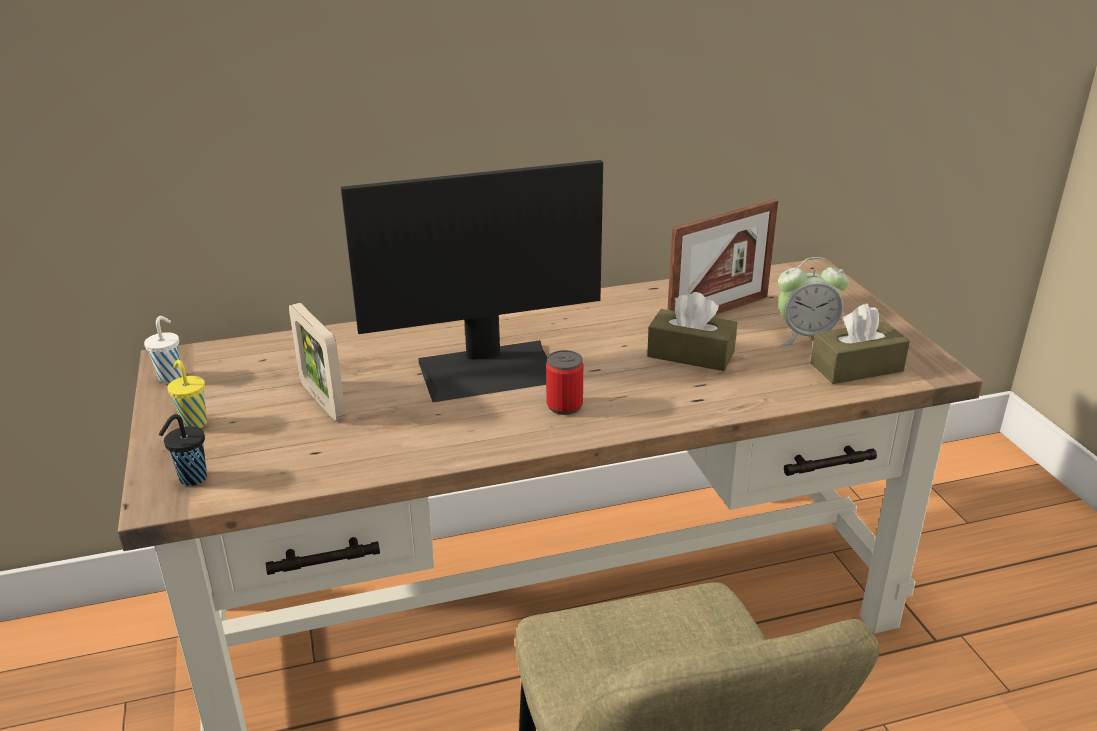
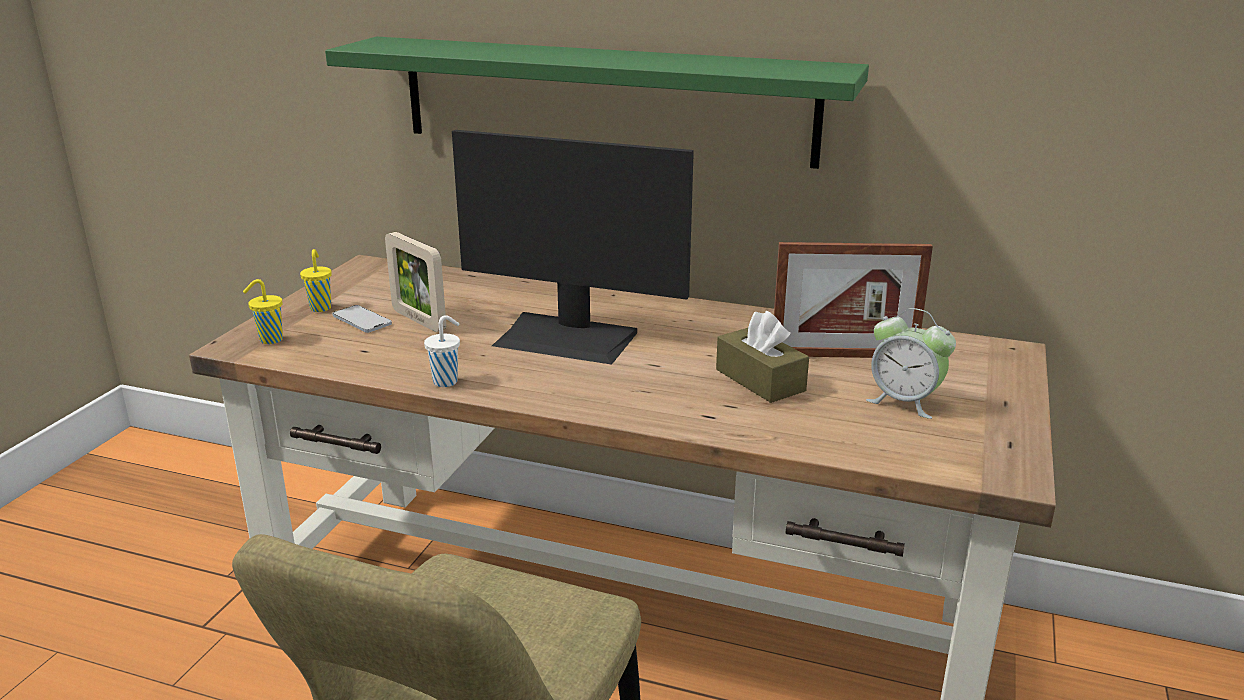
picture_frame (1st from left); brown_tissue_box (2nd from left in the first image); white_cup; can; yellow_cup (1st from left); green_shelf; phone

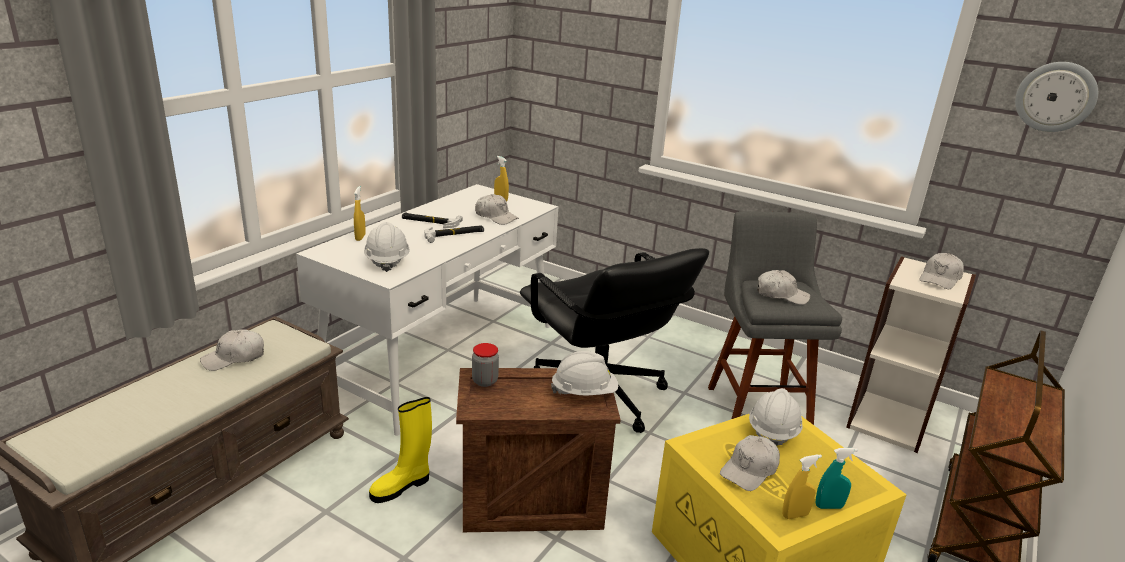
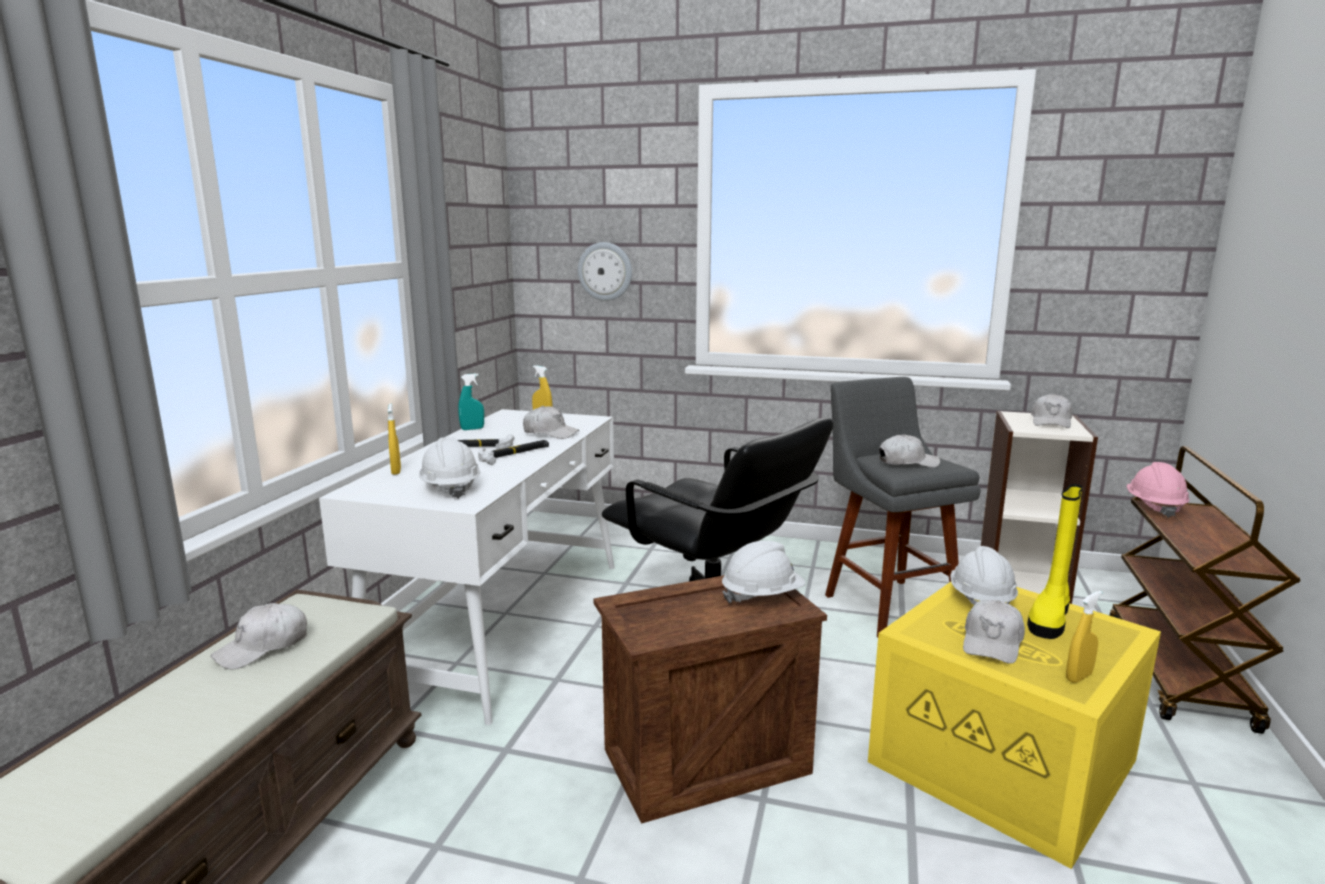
wall_clock; jar; yellow_boot; turquoise_spray_bottle; pink_hard_hat

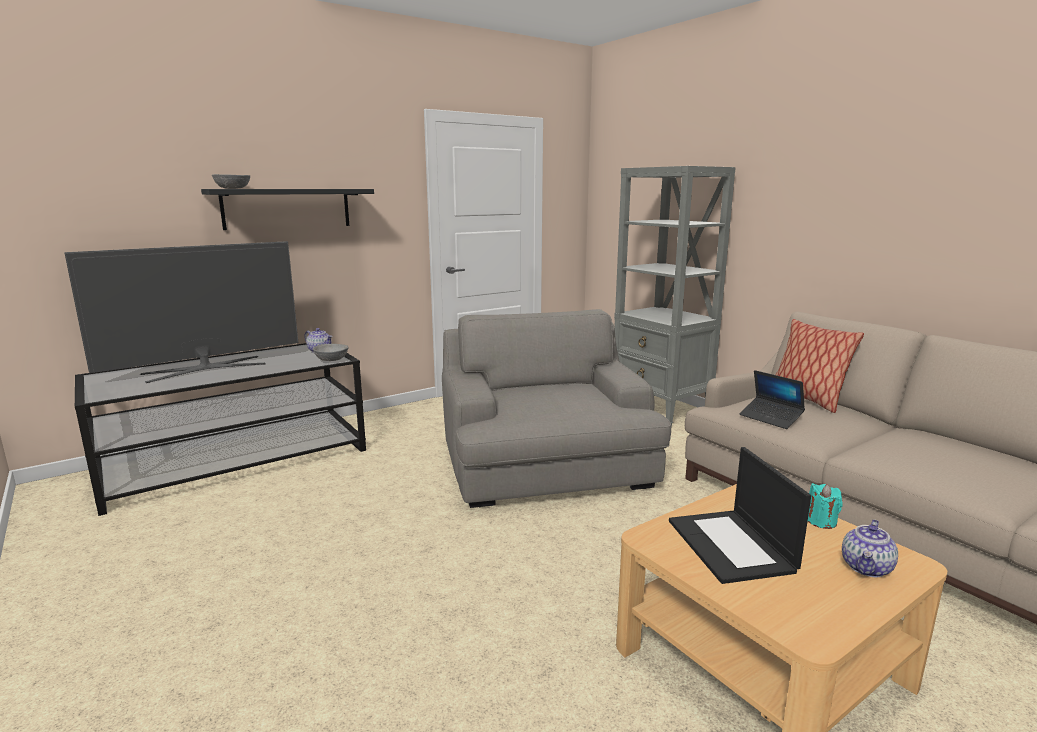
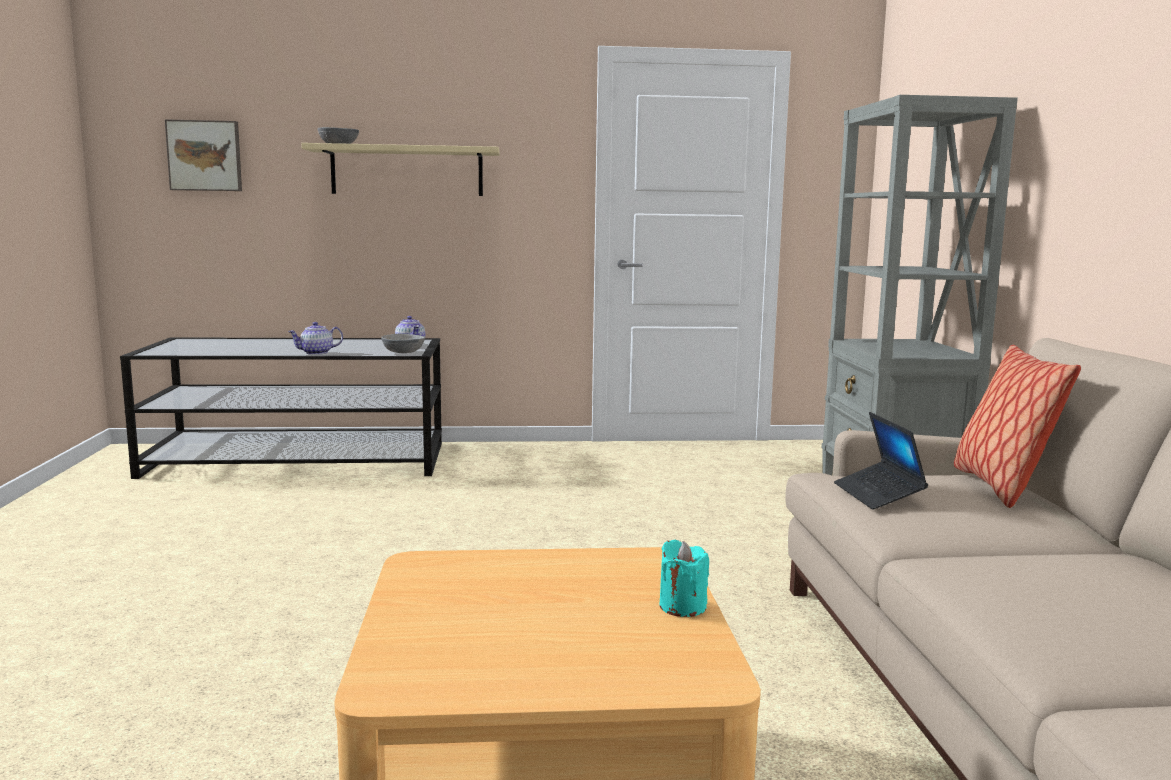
beige_shelf; television; grey_armchair; laptop (1st from left in the first image); teapot (1st from left); picture

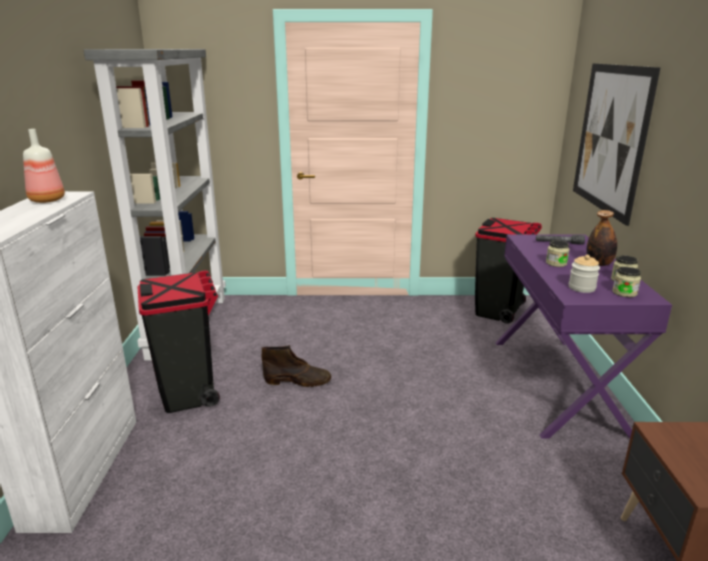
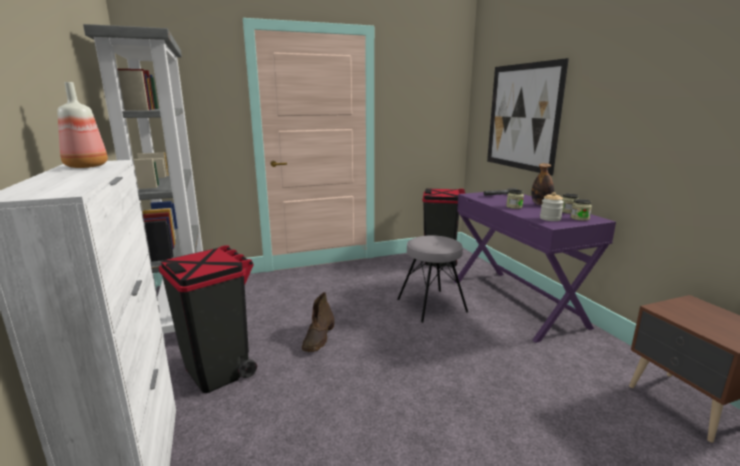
brown_boot; grey_stool

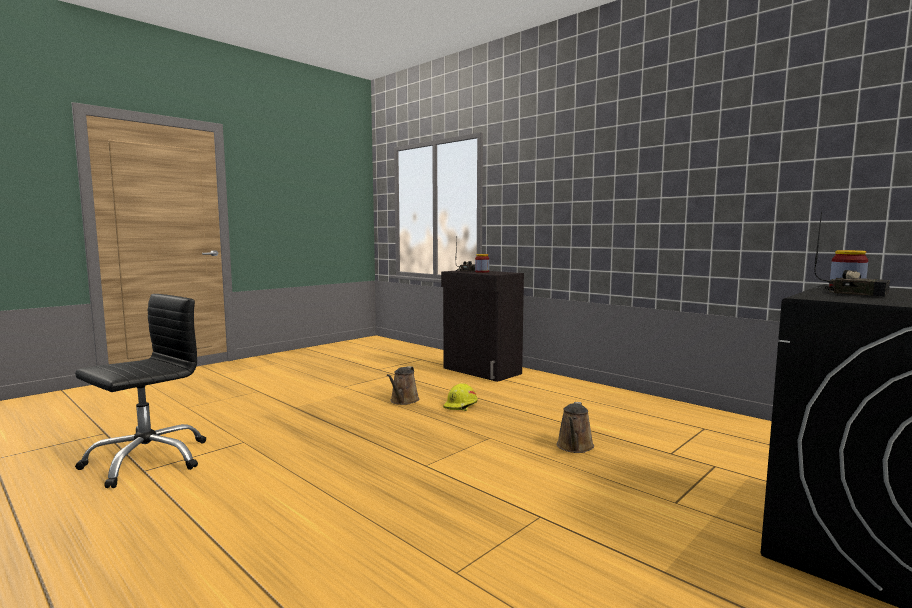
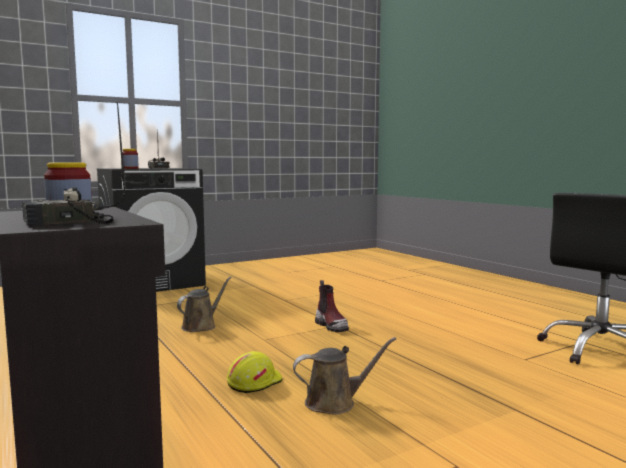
brown_watering_can (2nd from left); boot

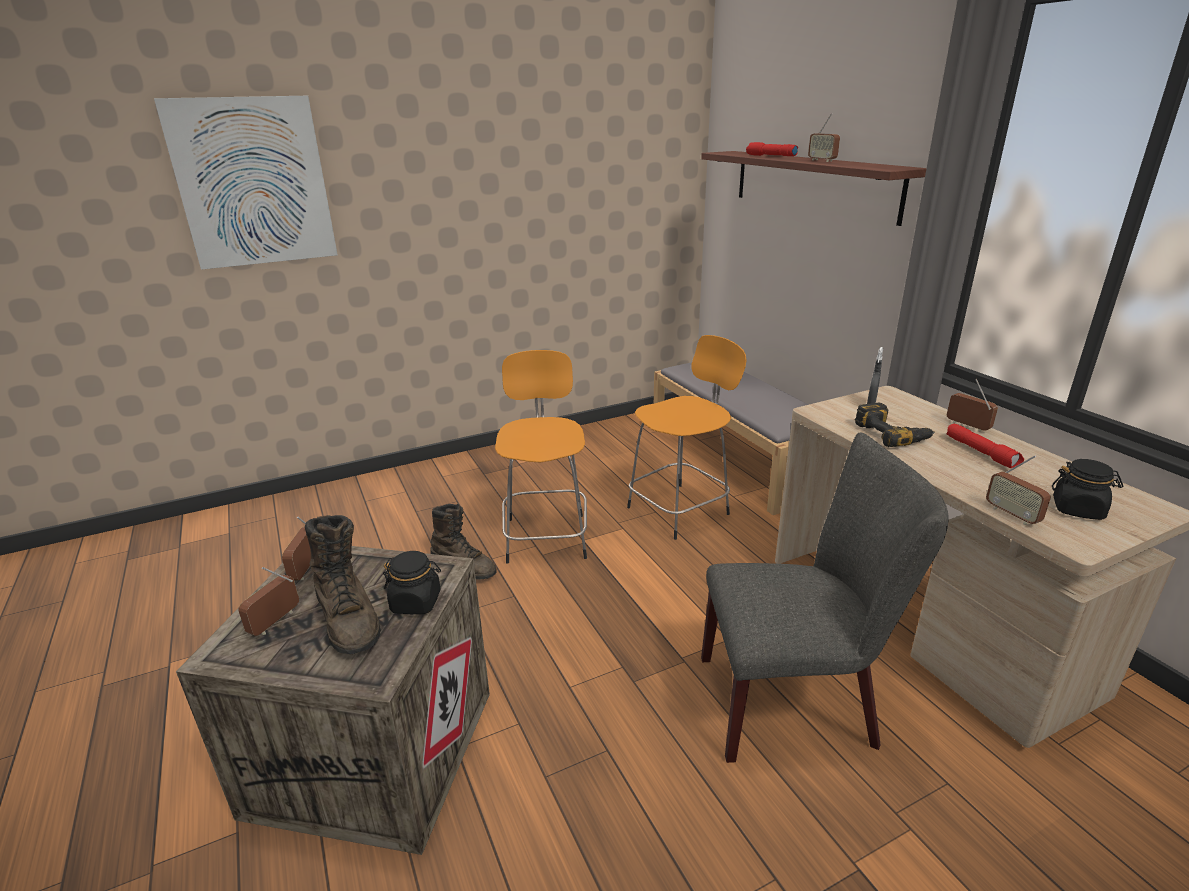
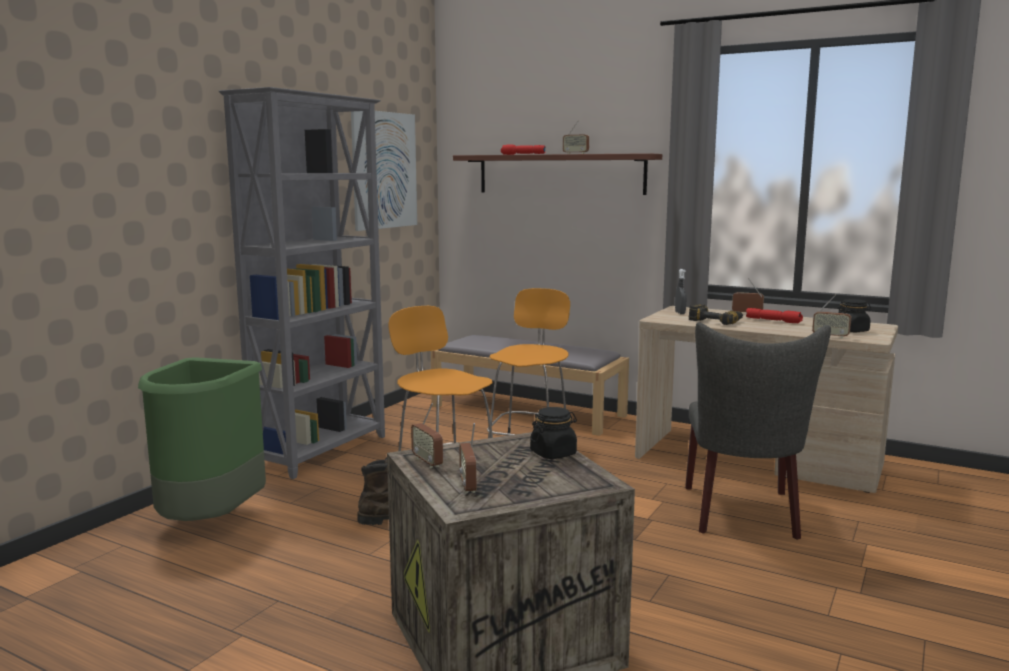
picture; grey_chair; brown_boot (1st from left in the first image); grey_bookcase; green_trash_can

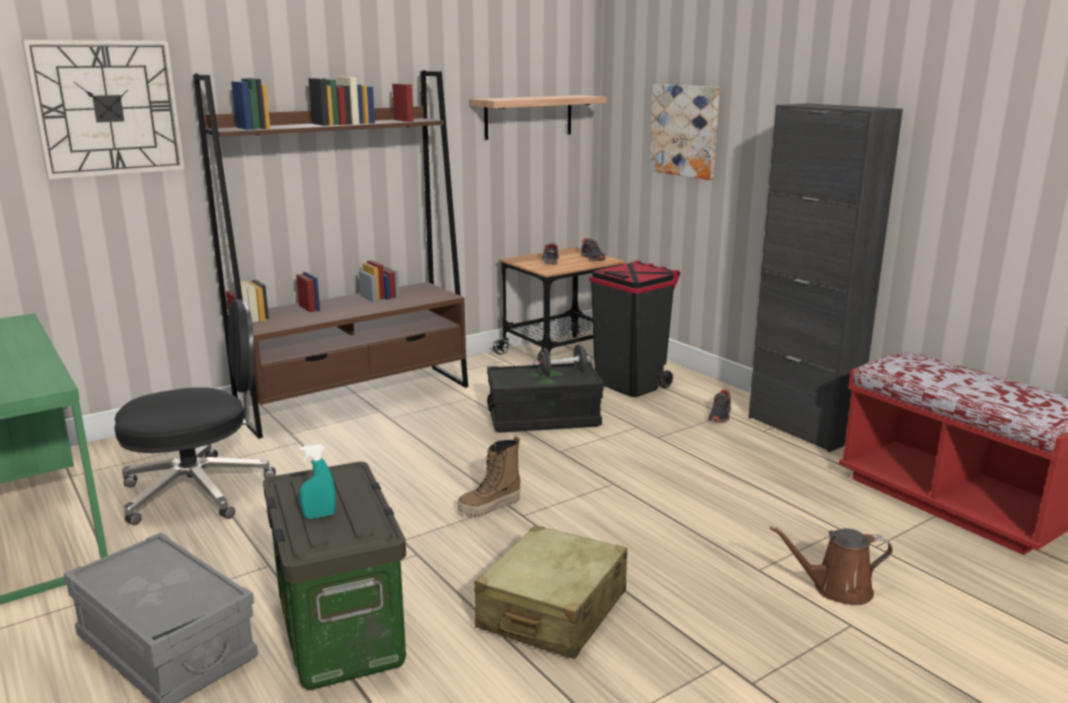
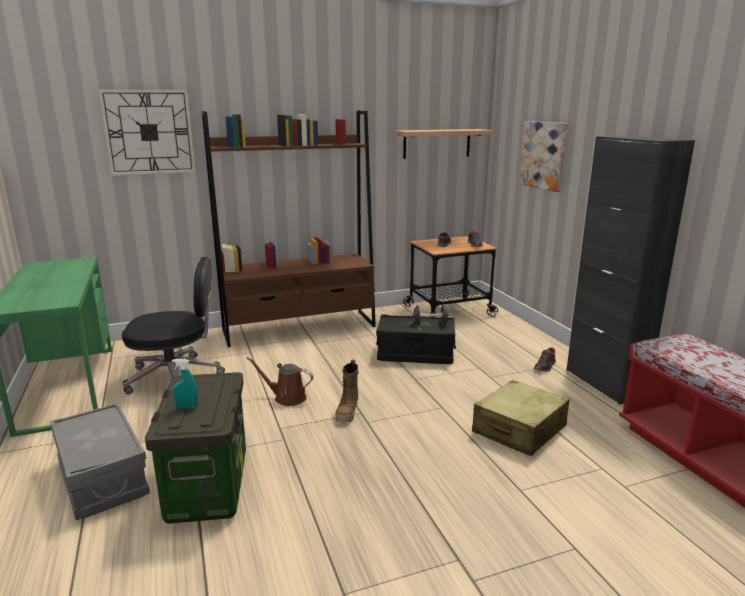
black_trash_can; boot; beige_suitcase; brown_watering_can

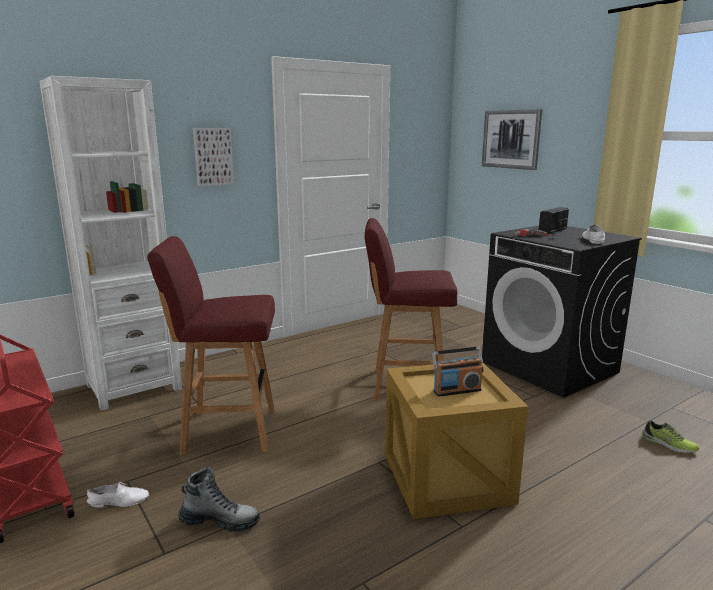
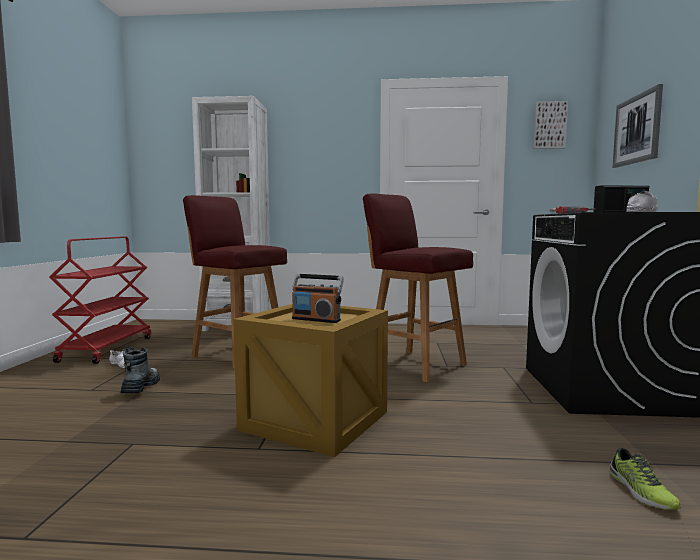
picture (1st from left); boot

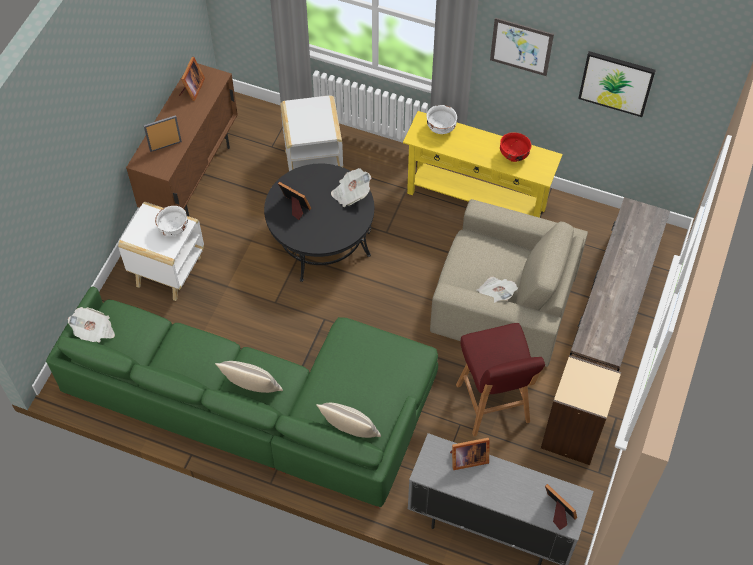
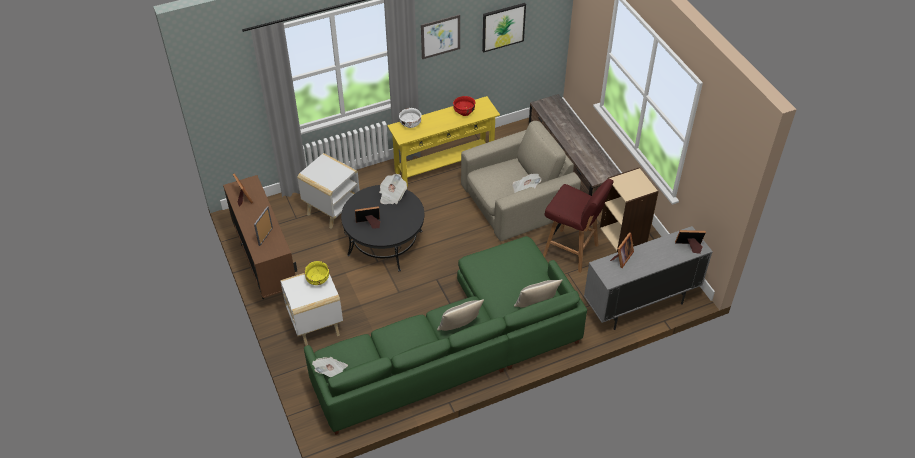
yellow_bowl

